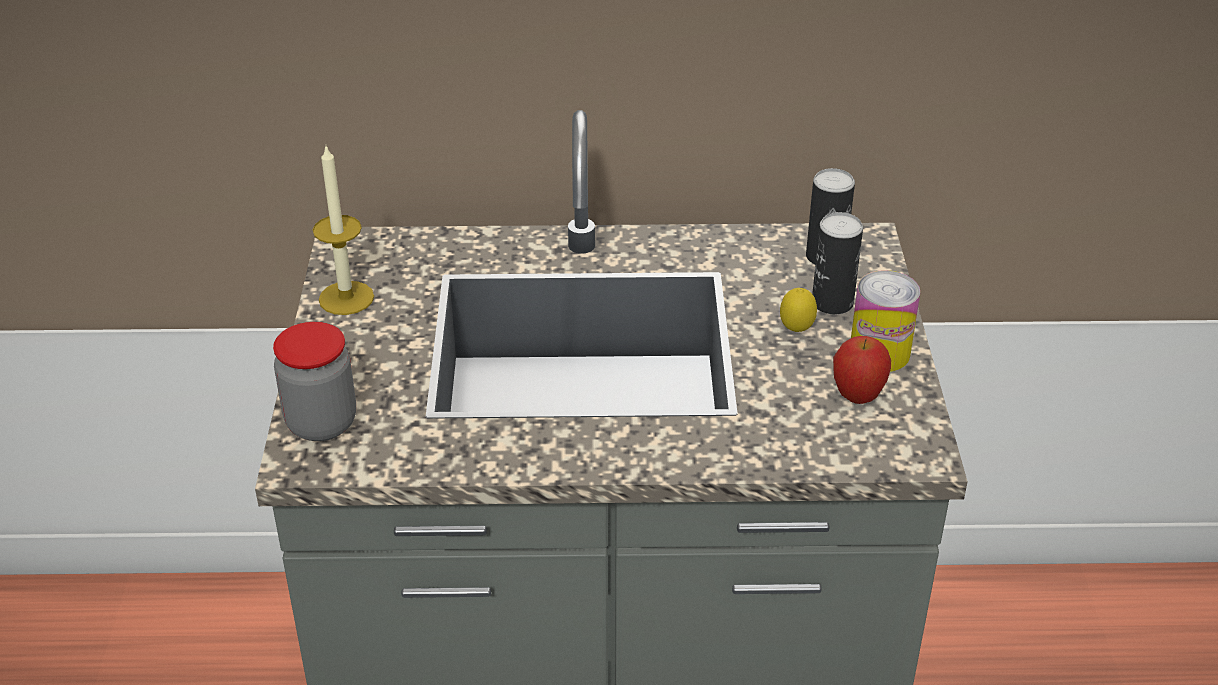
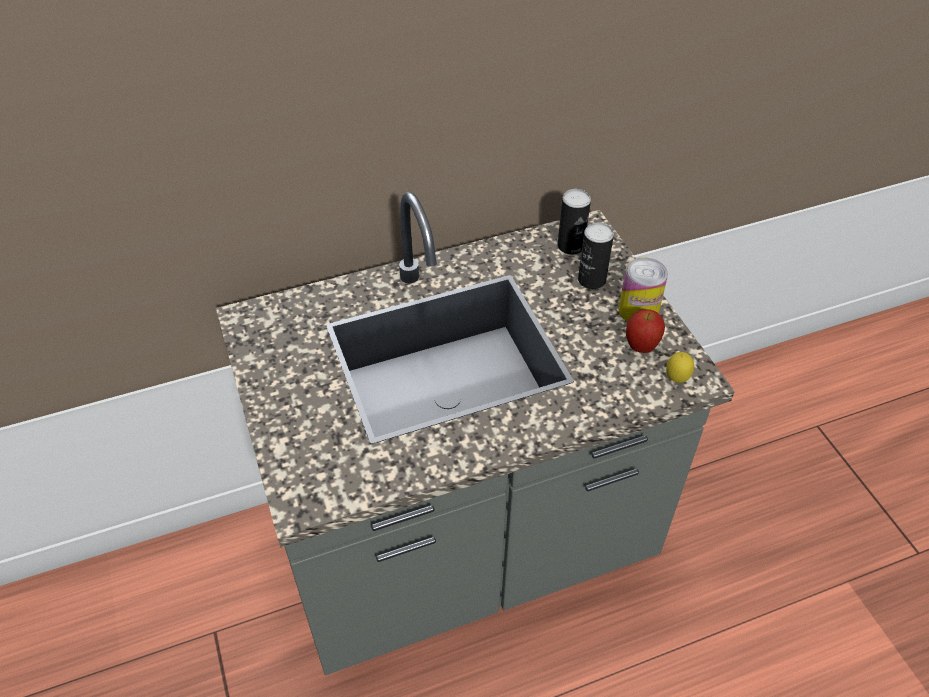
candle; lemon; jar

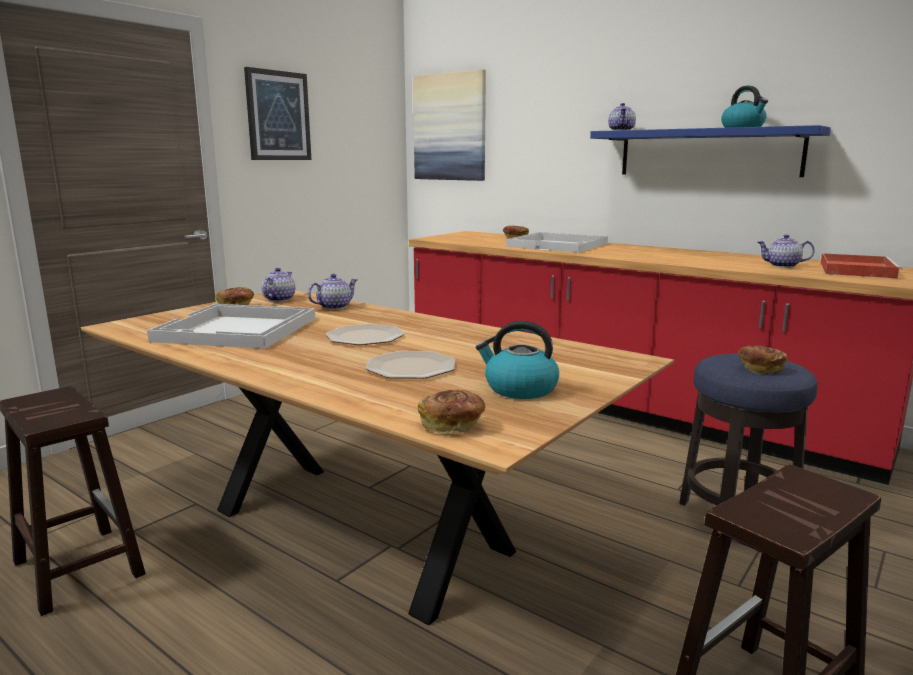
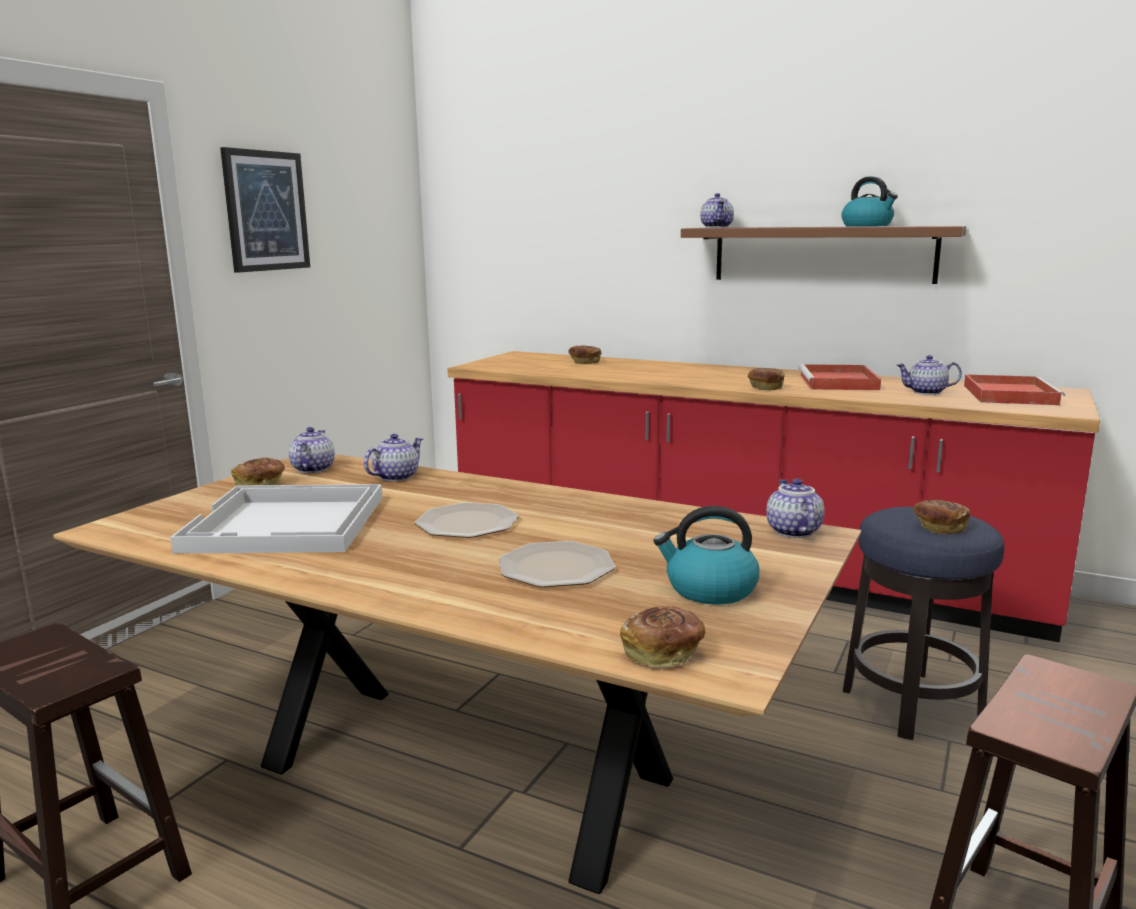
picture (2nd from left in the first image); brown_shelf; white_tray (2nd from left in the first image); red_tray (1st from left); bread (4th from left); teapot (4th from left)

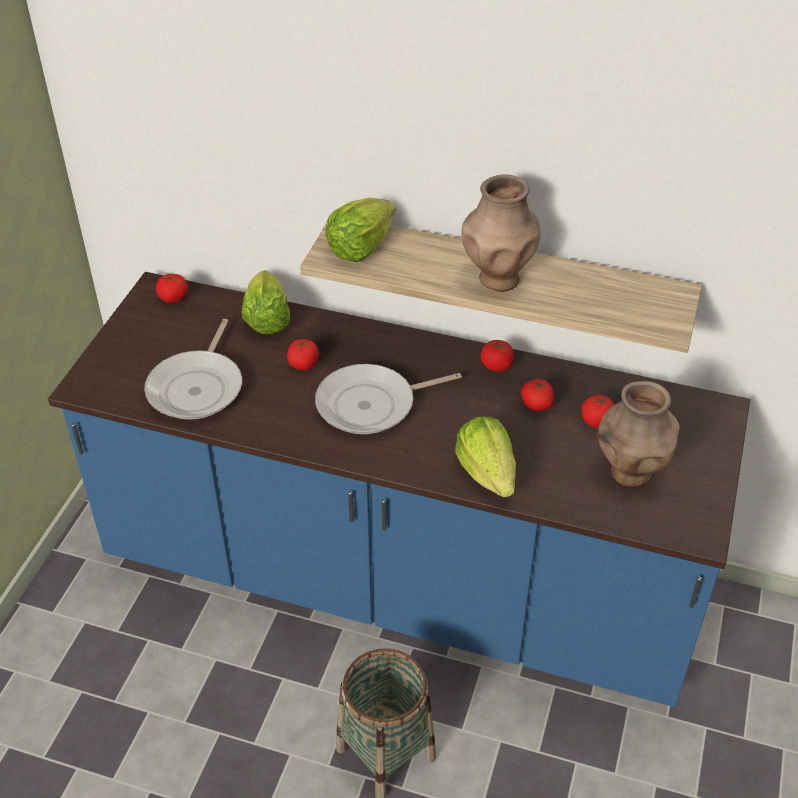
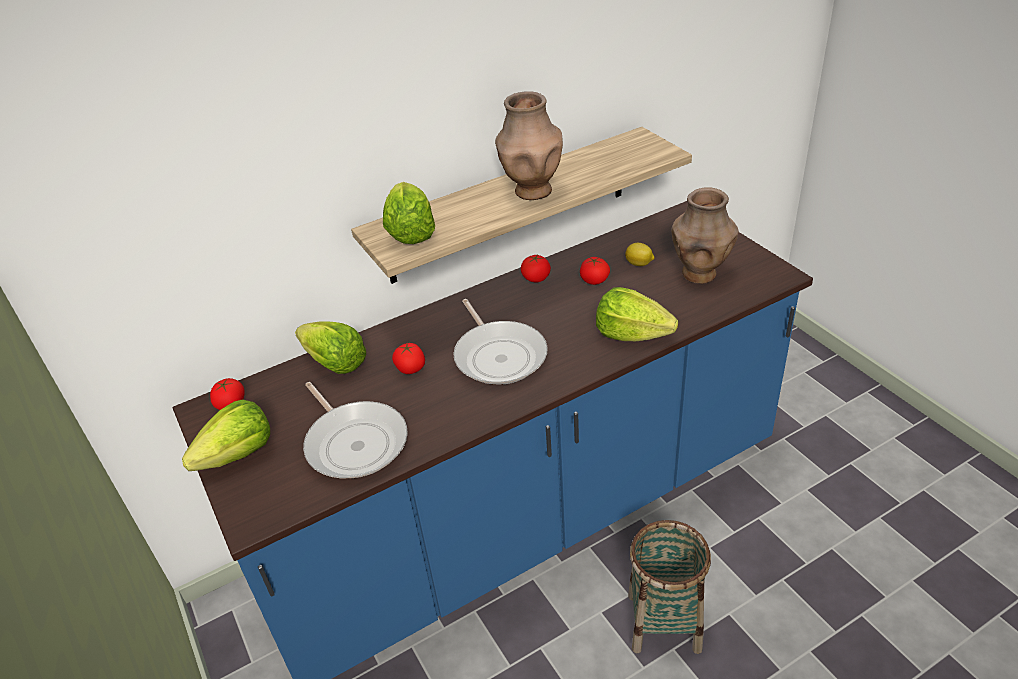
frying_pan (2nd from left); lemon; lettuce (1st from left)

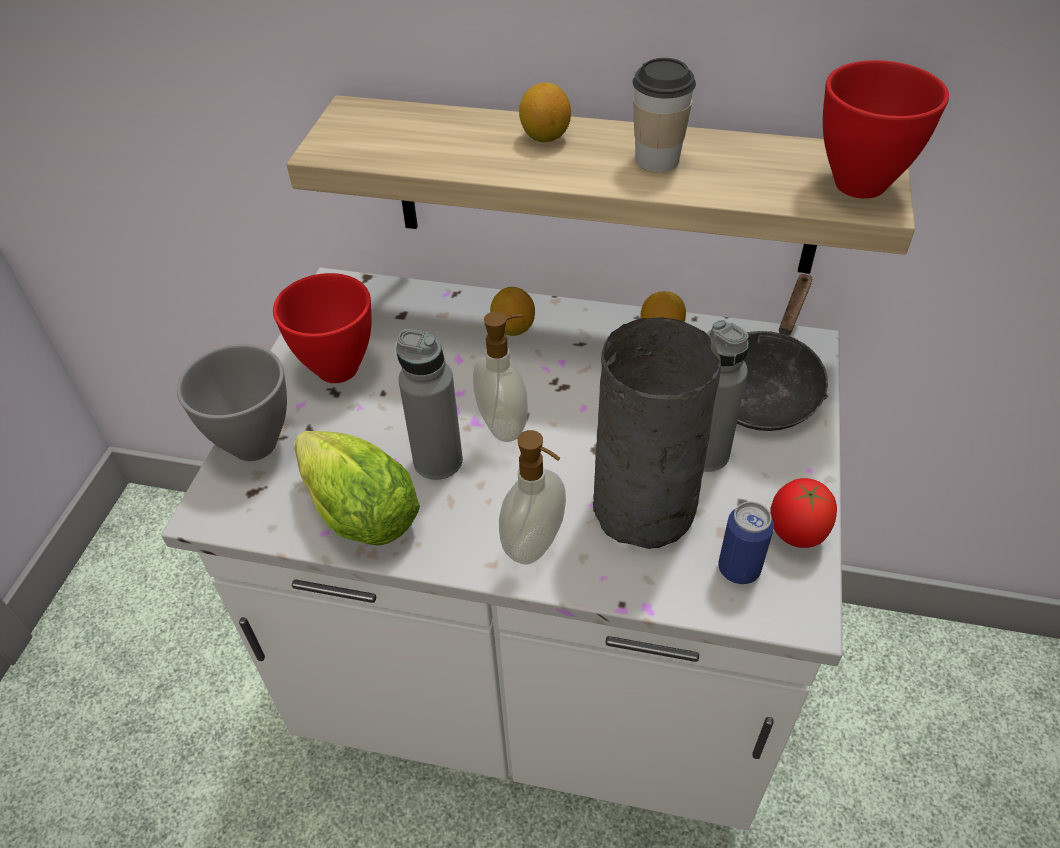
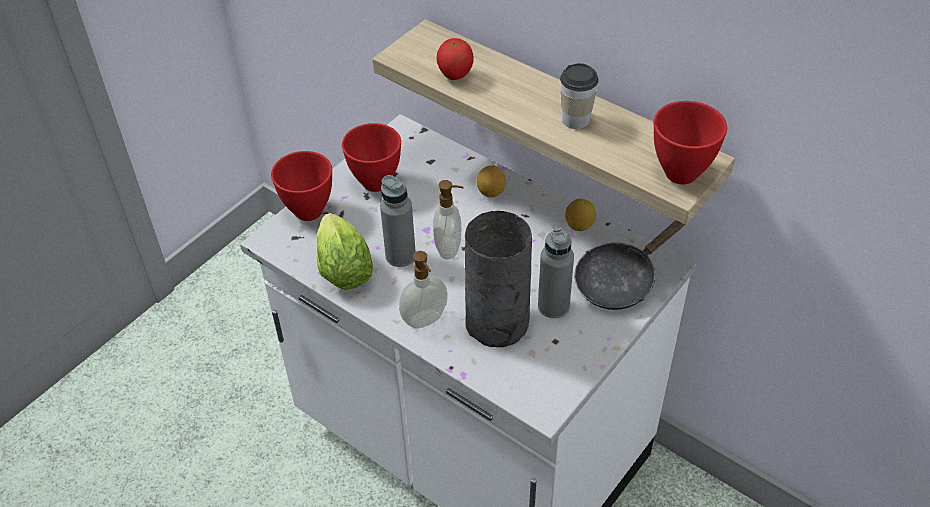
lemon (2nd from left in the first image); red_bowl (1st from left); tomato; can

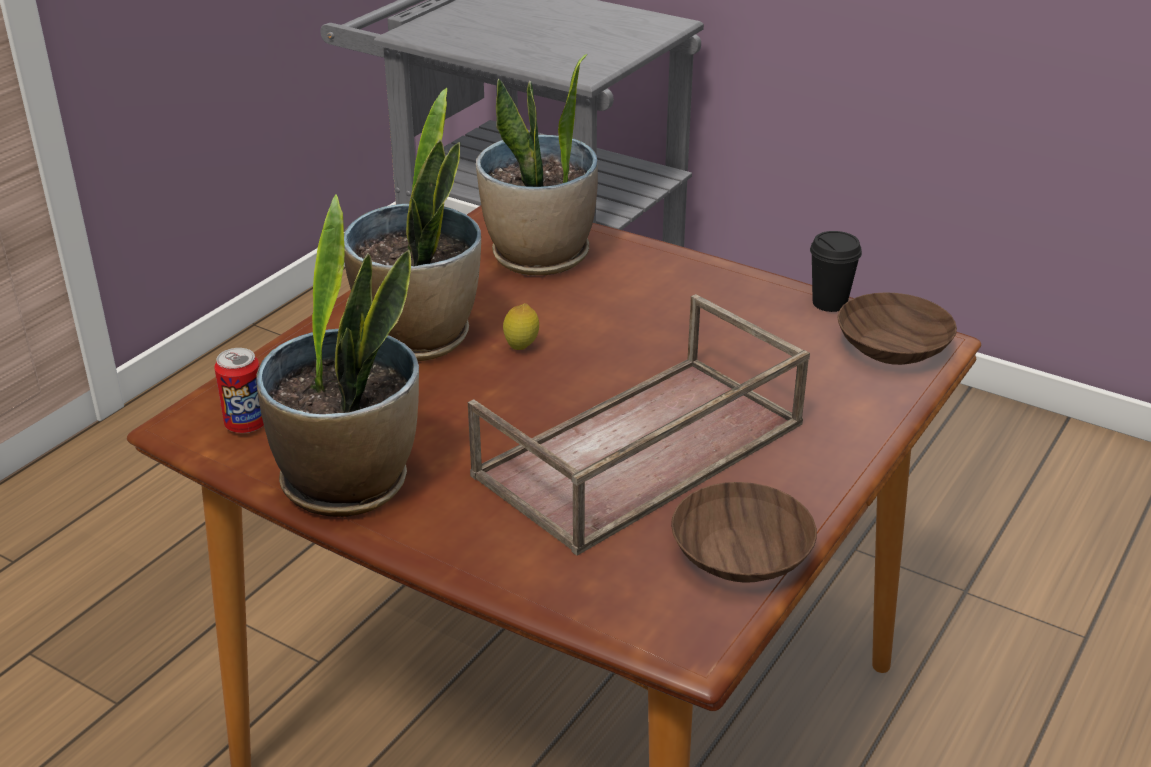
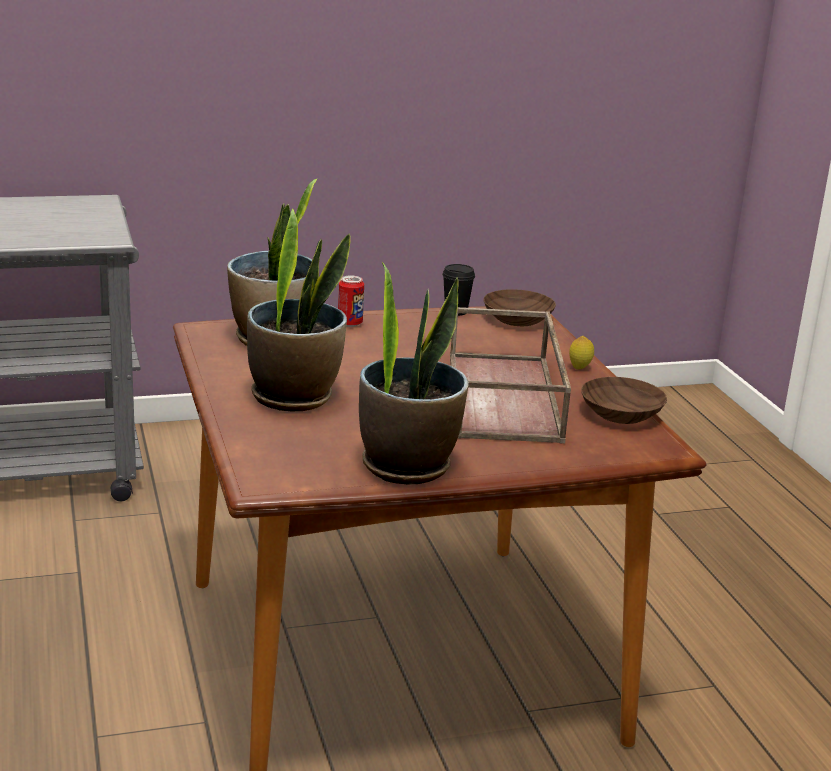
lemon; can

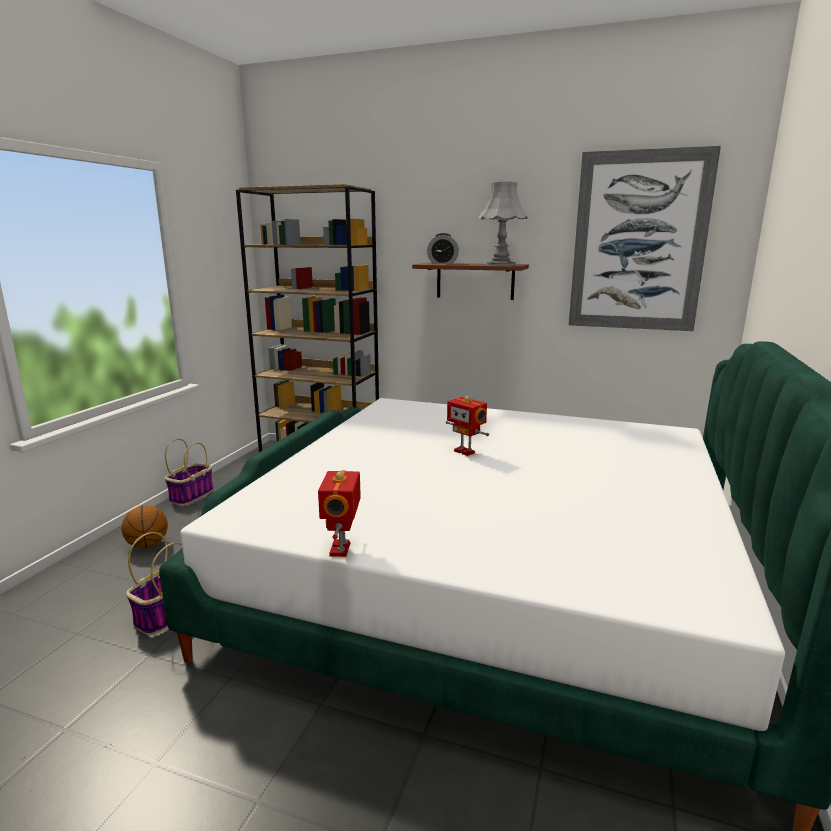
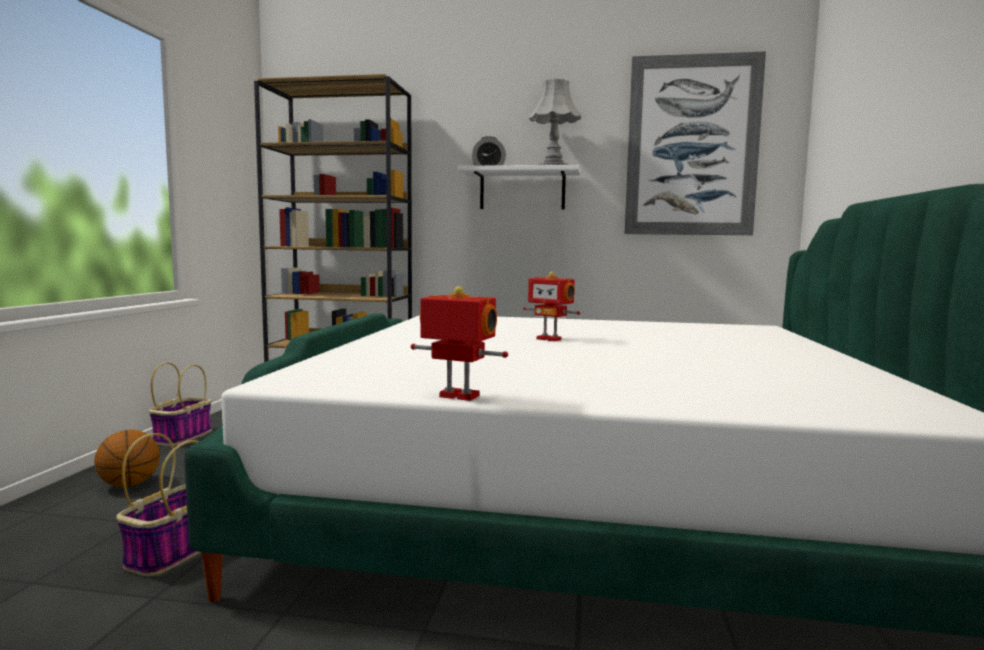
white_shelf; toy_robot (1st from left)

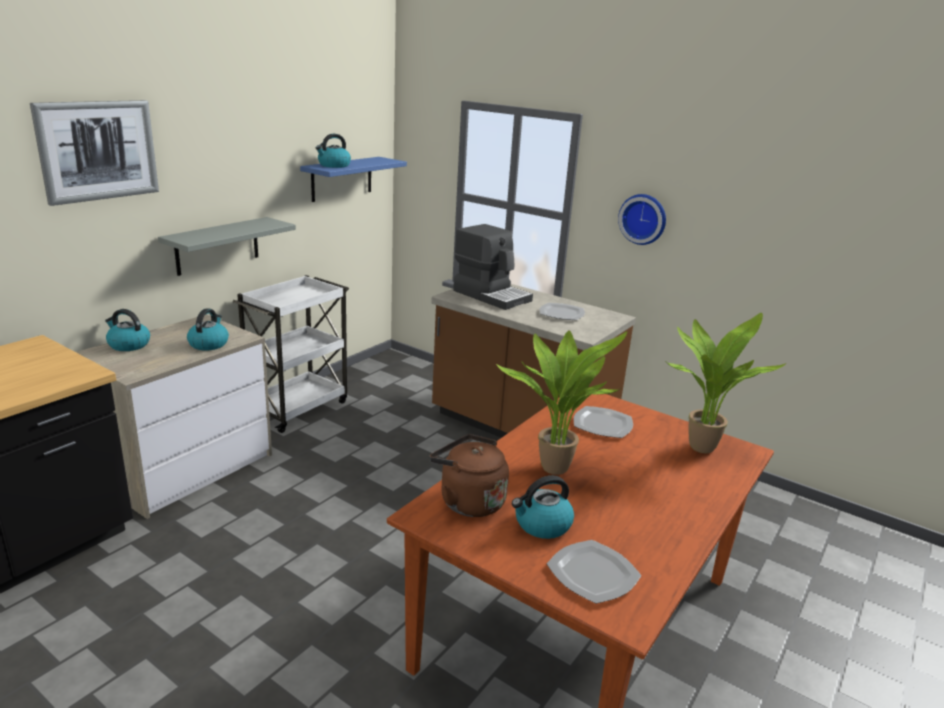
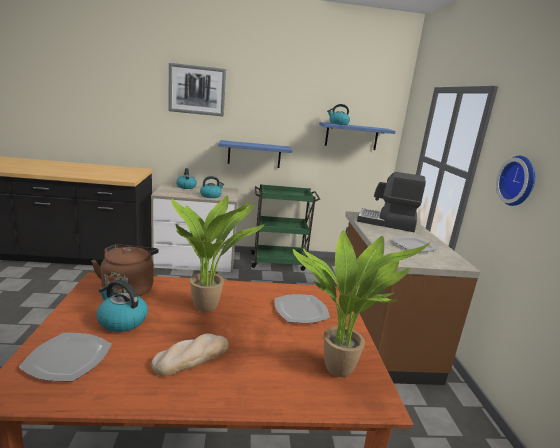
blue_shelf (1st from left); coffee_machine; green_cart; bread

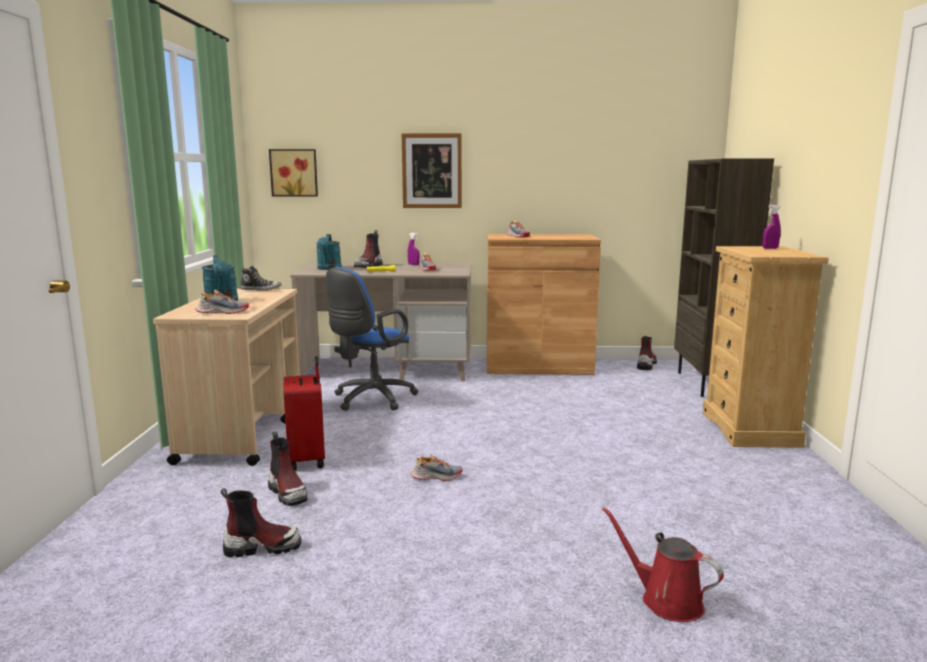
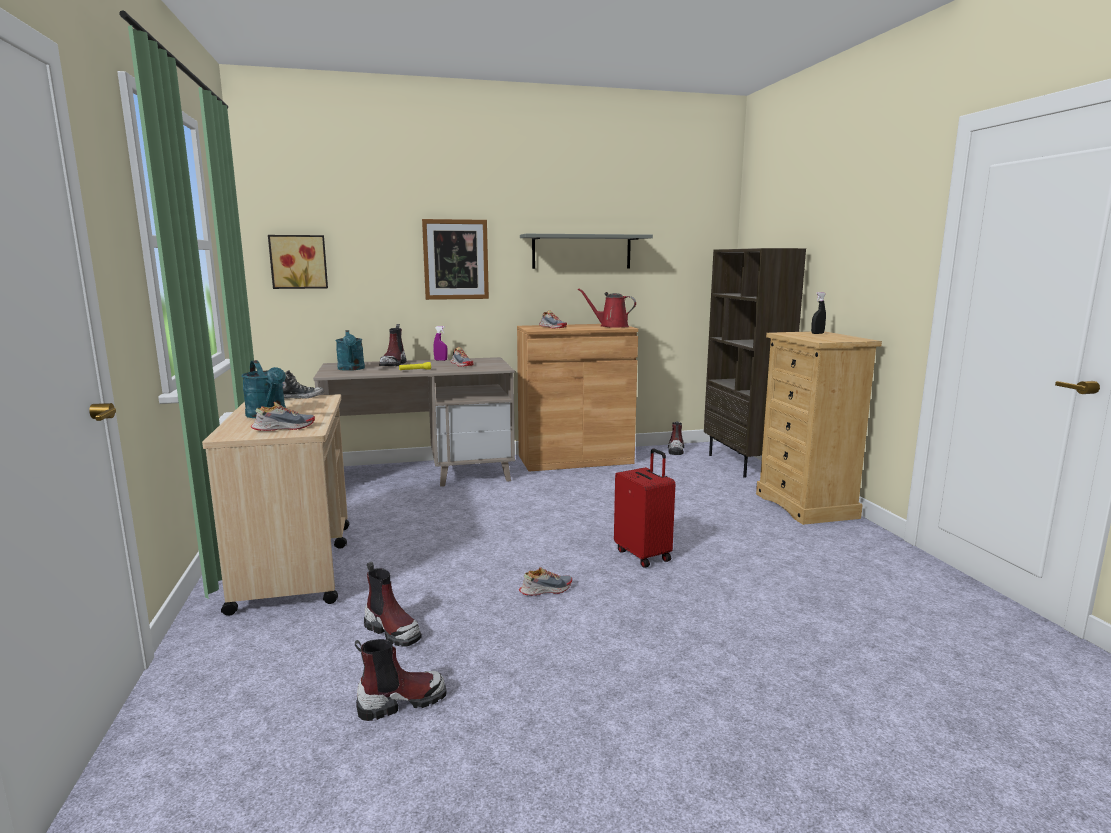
black_spray_bottle; blue_office_chair; red_suitcase; red_watering_can; grey_shelf

